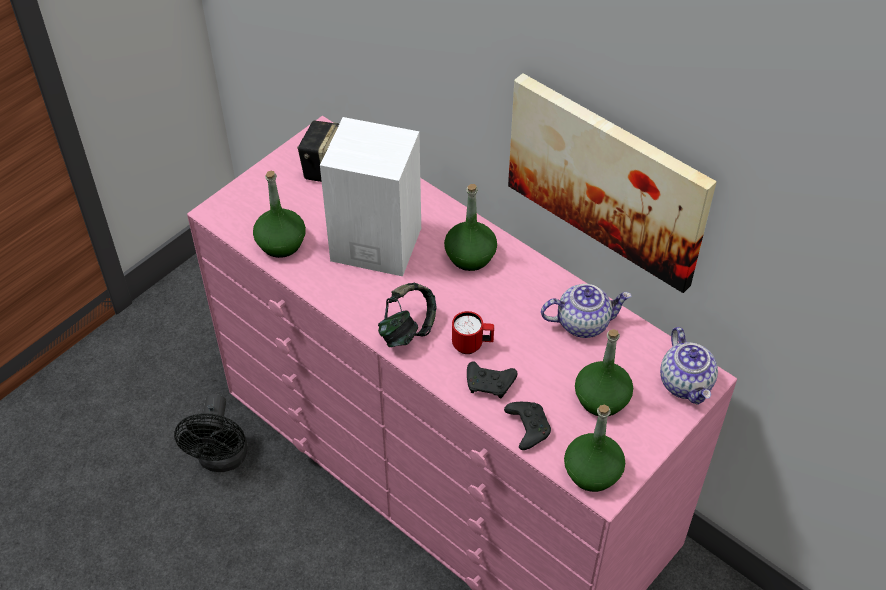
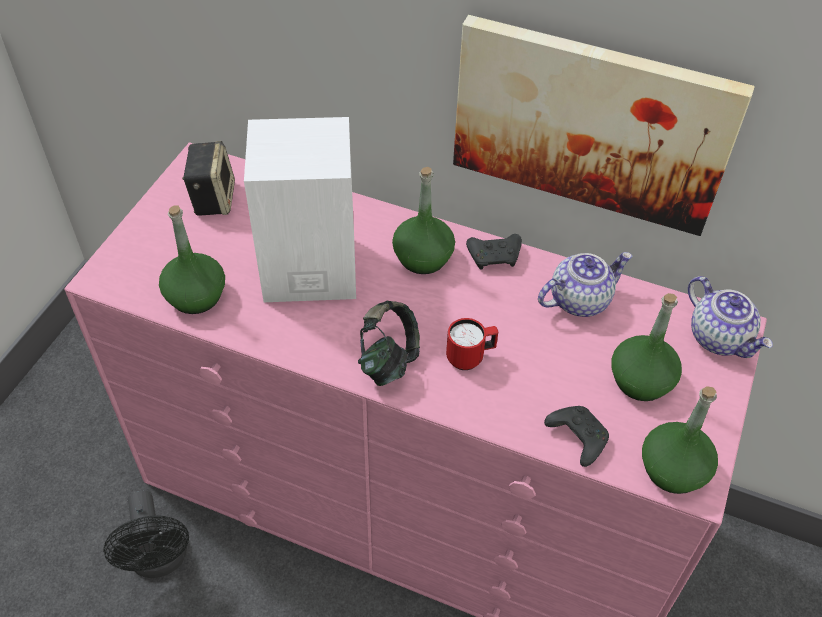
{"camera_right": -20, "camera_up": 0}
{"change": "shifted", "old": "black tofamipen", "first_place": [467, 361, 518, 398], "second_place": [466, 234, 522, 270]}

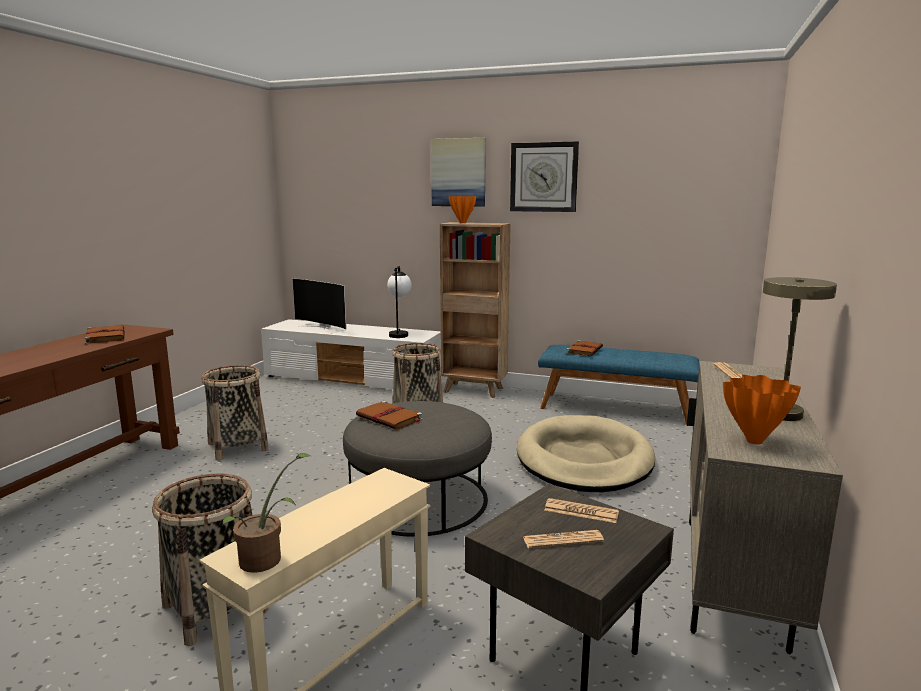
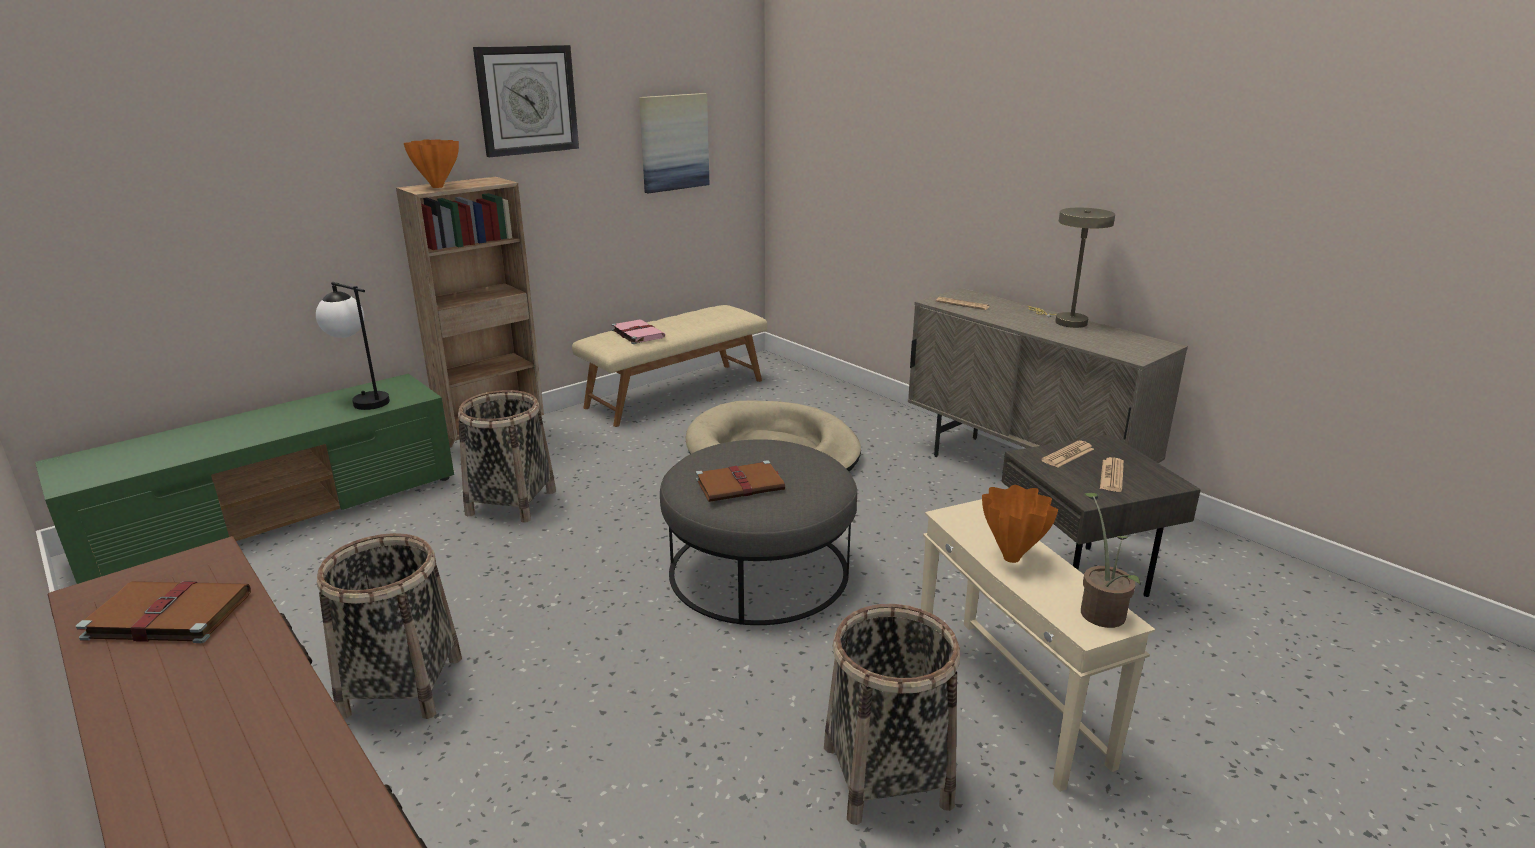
{"camera_right": -60, "camera_up": 10}
{"change": "gone", "old": "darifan", "first_place": [292, 278, 347, 333]}
{"change": "shifted", "old": "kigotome", "first_place": [431, 138, 486, 207], "second_place": [639, 93, 710, 193]}
{"change": "shifted", "old": "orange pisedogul", "first_place": [723, 375, 801, 445], "second_place": [982, 485, 1058, 563]}
{"change": "repainted", "old": "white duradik", "new": "green duradik", "first_place": [261, 319, 443, 389], "second_place": [35, 374, 454, 584]}
{"change": "repainted", "old": "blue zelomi", "new": "beige zelomi", "first_place": [538, 345, 699, 425], "second_place": [572, 305, 767, 427]}
{"change": "repainted", "old": "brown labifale", "new": "pink labifale", "first_place": [566, 340, 603, 356], "second_place": [612, 319, 665, 344]}

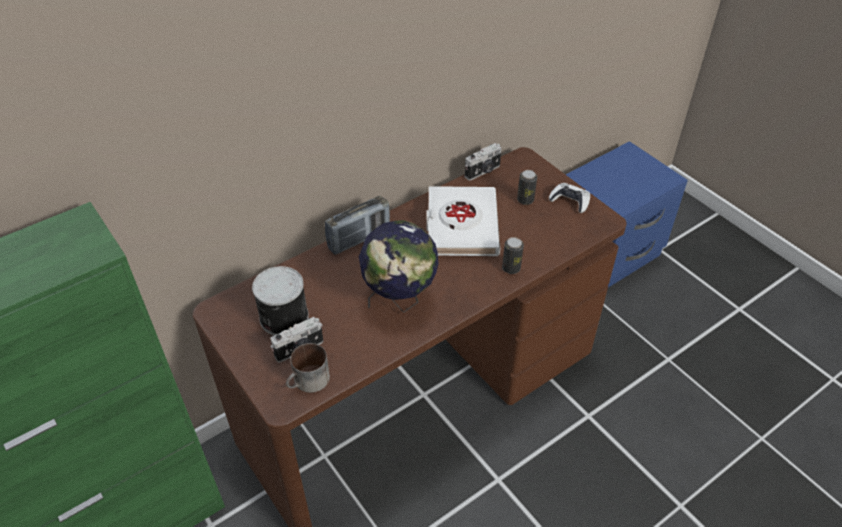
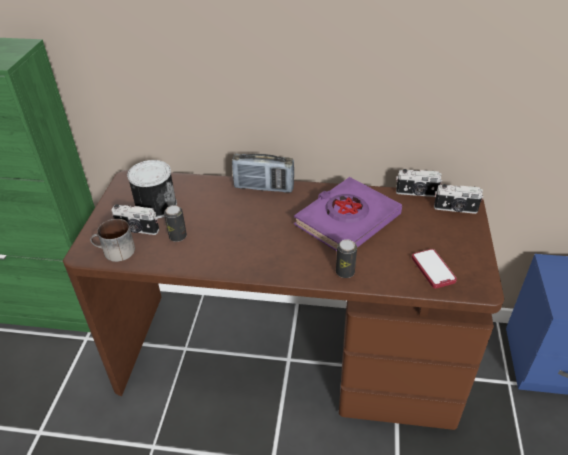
{"camera_right": 45, "camera_up": -5}
{"change": "gone", "old": "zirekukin", "first_place": [359, 220, 438, 313]}
{"change": "gone", "old": "white tofamipen", "first_place": [549, 183, 590, 213]}
{"change": "new", "new": "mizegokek", "second_place": [412, 249, 457, 289]}
{"change": "new", "new": "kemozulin", "second_place": [434, 184, 483, 214]}
{"change": "shifted", "old": "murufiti", "first_place": [517, 170, 537, 205], "second_place": [164, 205, 187, 242]}
{"change": "repainted", "old": "white labifale", "new": "purple labifale", "first_place": [426, 186, 500, 256], "second_place": [294, 177, 402, 251]}

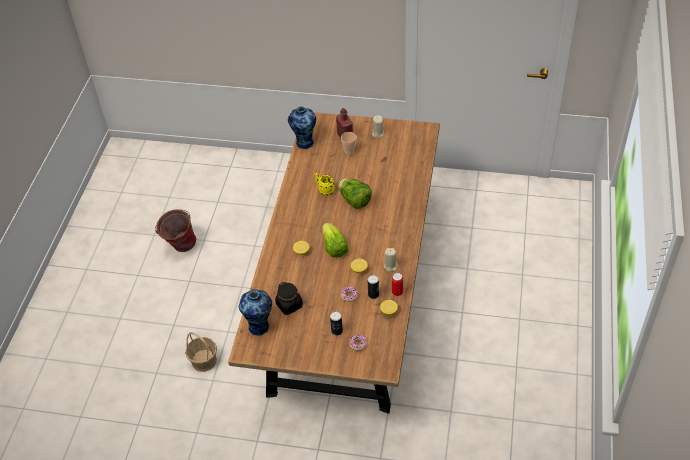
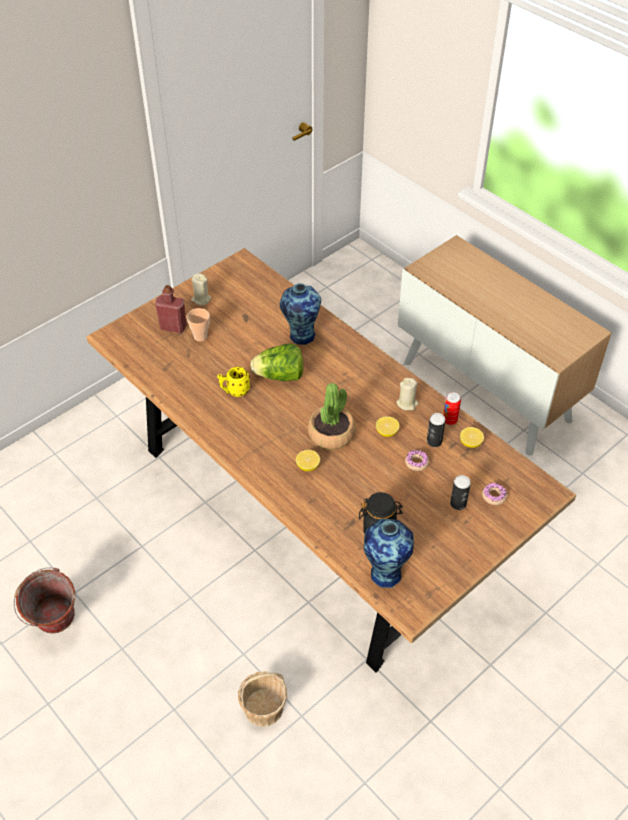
{"camera_right": -55, "camera_up": 0}
{"change": "new", "new": "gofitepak", "second_place": [398, 235, 612, 455]}
{"change": "shifted", "old": "pisedogul", "first_place": [288, 106, 316, 149], "second_place": [280, 283, 321, 345]}
{"change": "swapped", "old": "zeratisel", "new": "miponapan", "first_place": [323, 223, 349, 258], "second_place": [308, 383, 356, 450]}

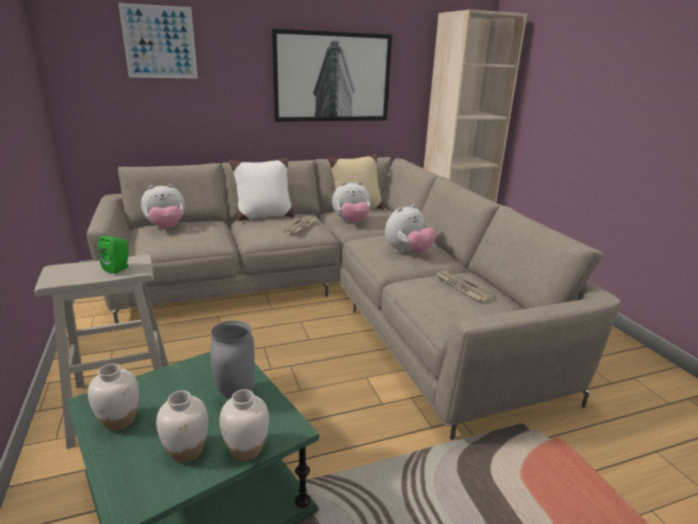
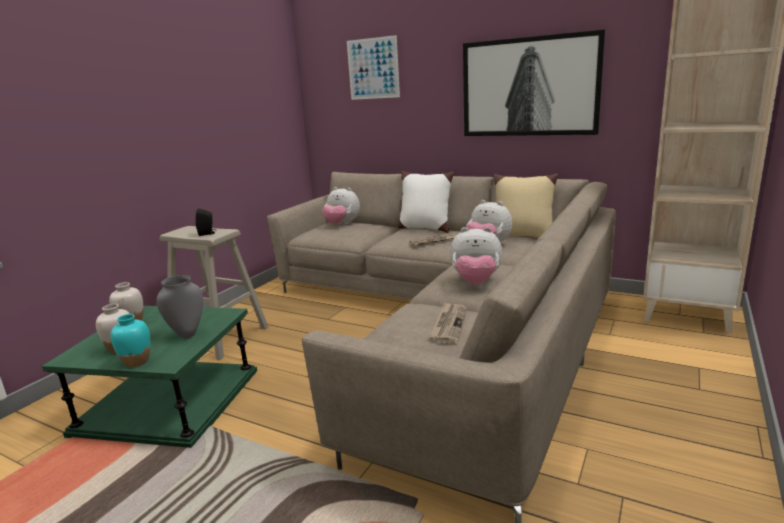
{"camera_right": 50, "camera_up": -5}
{"change": "repainted", "old": "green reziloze", "new": "black reziloze", "first_place": [98, 236, 129, 274], "second_place": [195, 208, 217, 236]}
{"change": "repainted", "old": "white pisedogul", "new": "turquoise pisedogul", "first_place": [219, 389, 269, 461], "second_place": [111, 314, 151, 367]}

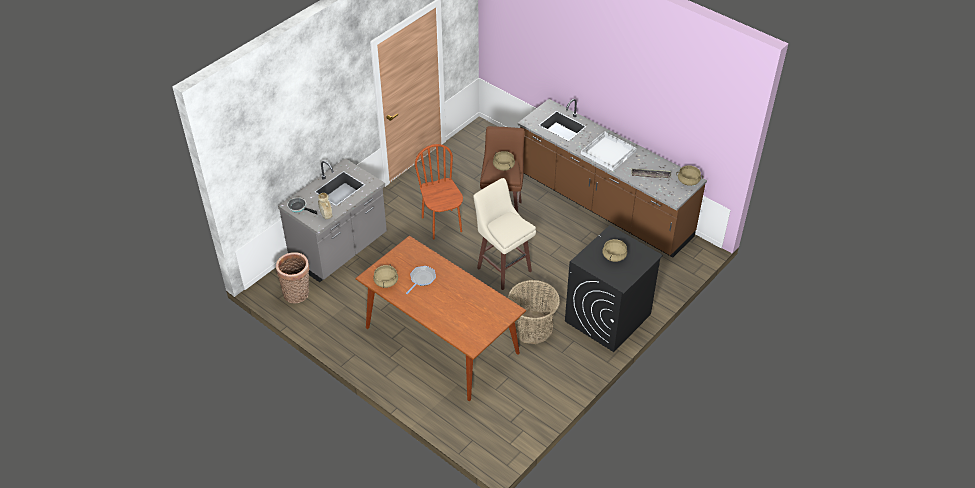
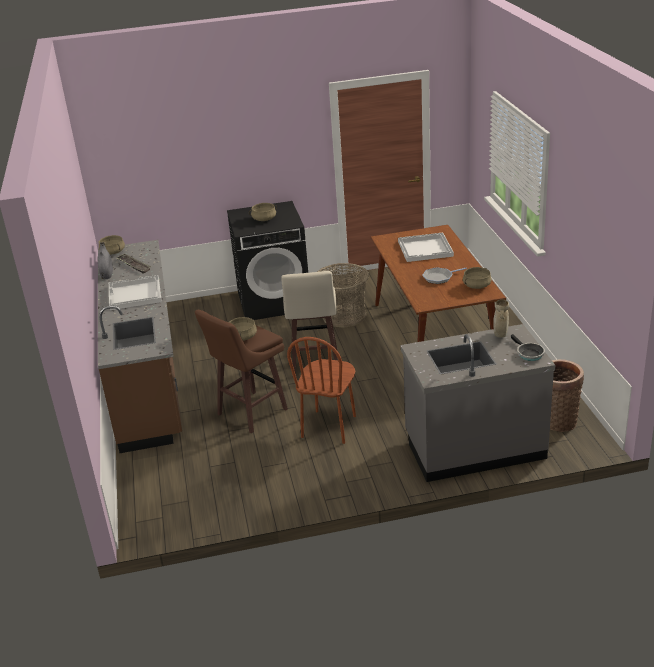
{"camera_right": -140, "camera_up": -15}
{"change": "new", "new": "grey pisedogul", "second_place": [98, 242, 113, 279]}
{"change": "new", "new": "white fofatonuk", "second_place": [398, 233, 454, 262]}

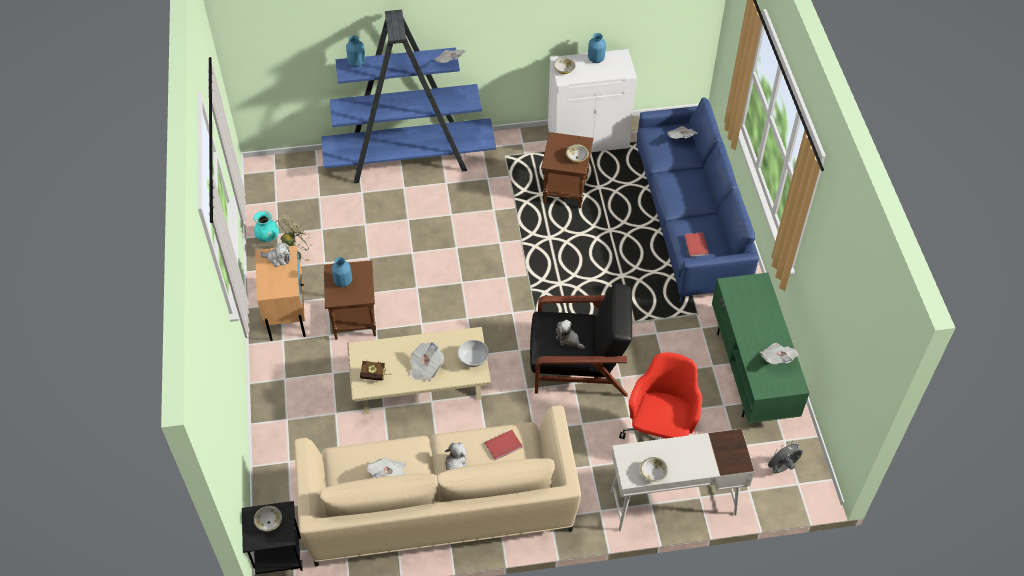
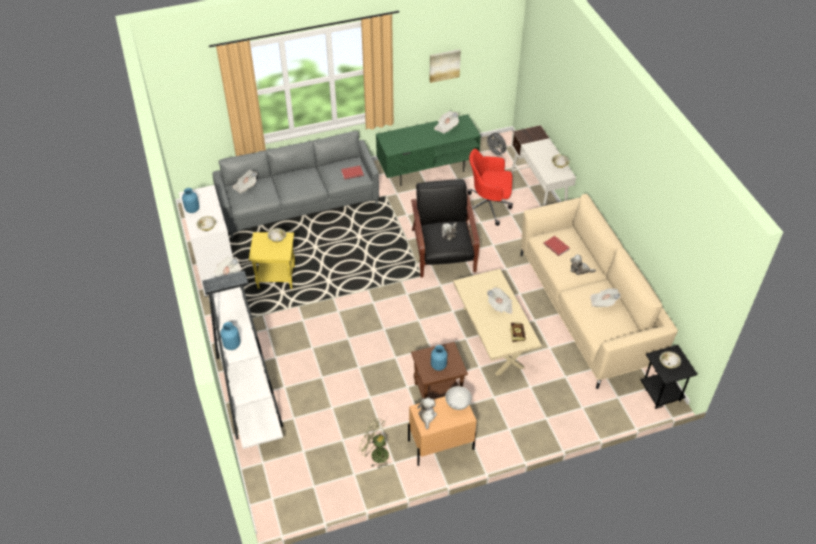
{"camera_right": -100, "camera_up": -5}
{"change": "gone", "old": "turquoise pisedogul", "first_place": [253, 211, 279, 242]}
{"change": "new", "new": "kigotome", "second_place": [429, 49, 461, 83]}
{"change": "shifted", "old": "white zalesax", "first_place": [458, 340, 489, 367], "second_place": [445, 386, 472, 410]}
{"change": "repainted", "old": "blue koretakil", "new": "white koretakil", "first_place": [321, 10, 496, 183], "second_place": [202, 271, 283, 449]}
{"change": "repainted", "old": "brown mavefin", "new": "yellow mavefin", "first_place": [541, 132, 593, 208], "second_place": [249, 232, 295, 289]}
{"change": "repainted", "old": "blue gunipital", "new": "grey gunipital", "first_place": [637, 98, 759, 303], "second_place": [213, 131, 379, 238]}

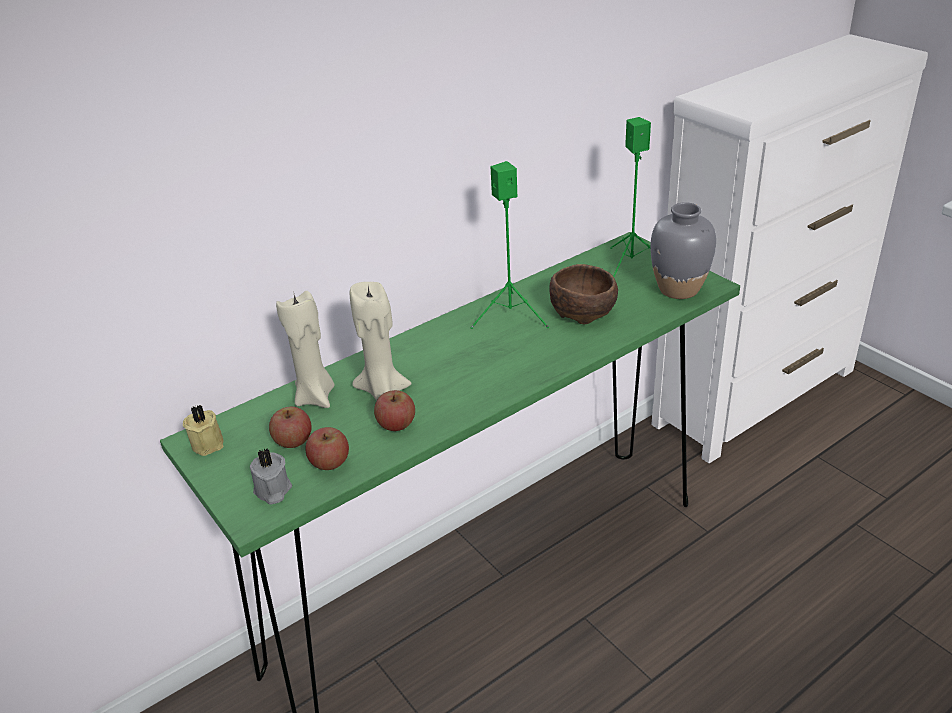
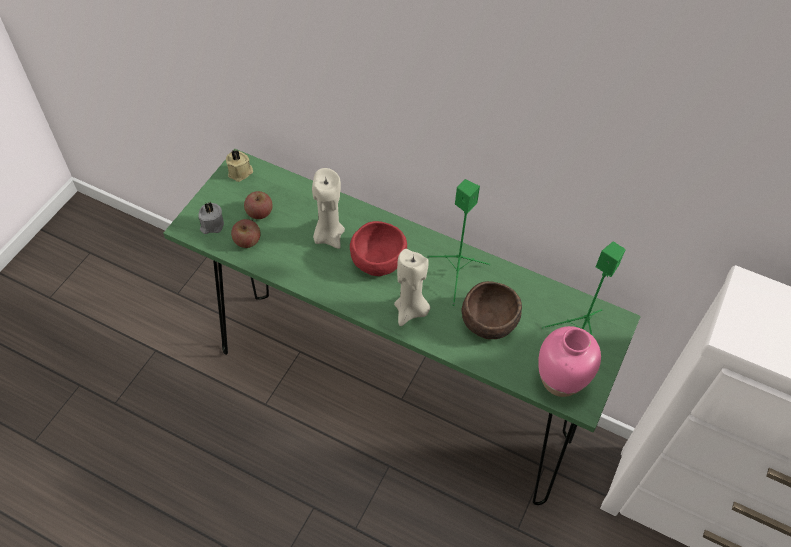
{"camera_right": 60, "camera_up": 20}
{"change": "gone", "old": "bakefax", "first_place": [374, 390, 415, 431]}
{"change": "new", "new": "red zalesax", "second_place": [350, 221, 407, 276]}
{"change": "shifted", "old": "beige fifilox", "first_place": [276, 291, 335, 408], "second_place": [394, 249, 430, 326]}
{"change": "repainted", "old": "grey pisedogul", "new": "pink pisedogul", "first_place": [650, 202, 716, 299], "second_place": [538, 326, 601, 397]}

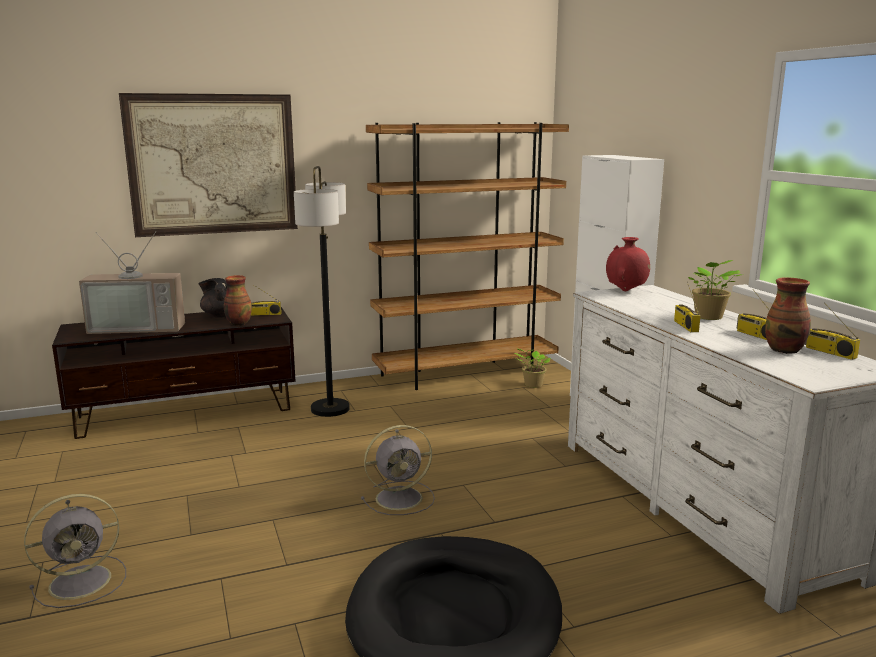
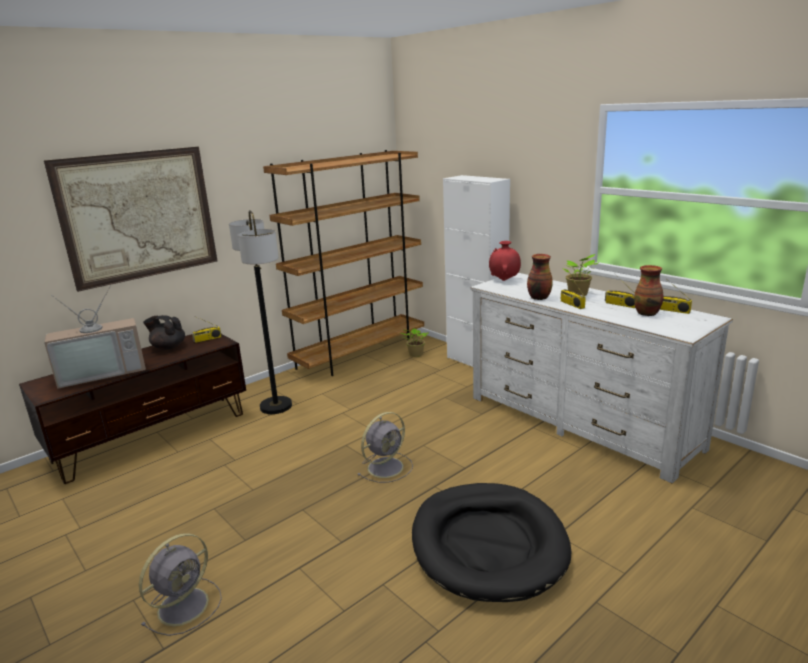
{"camera_right": -20, "camera_up": 5}
{"change": "shifted", "old": "pisedogul", "first_place": [224, 275, 252, 326], "second_place": [527, 254, 553, 300]}

